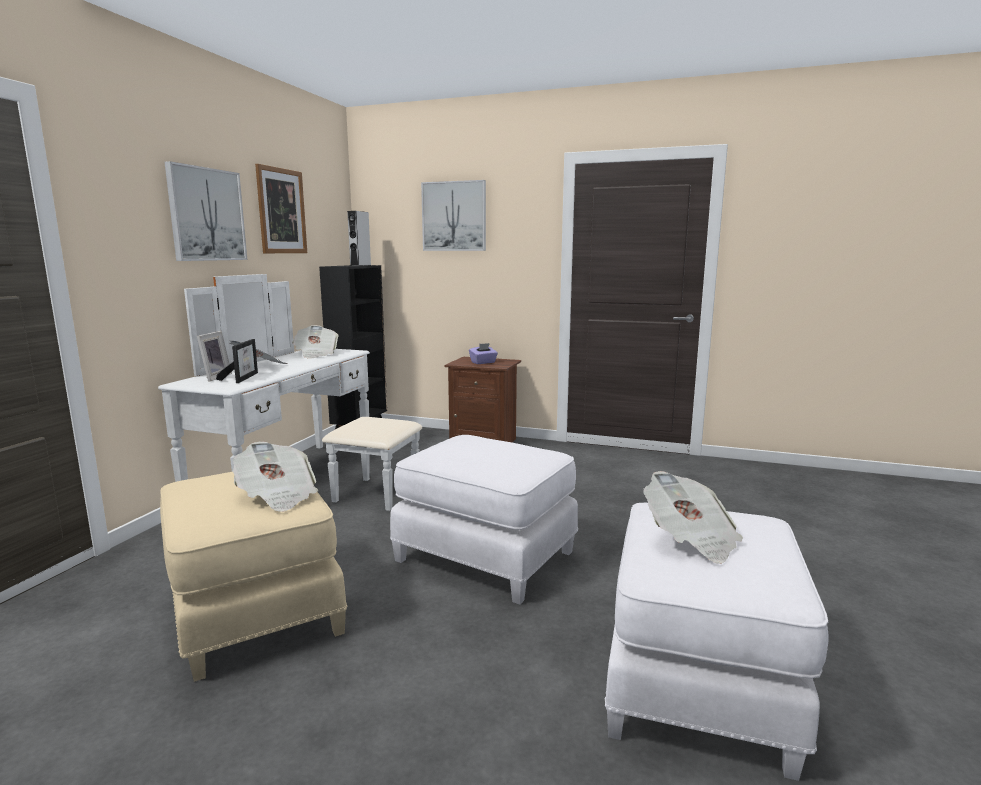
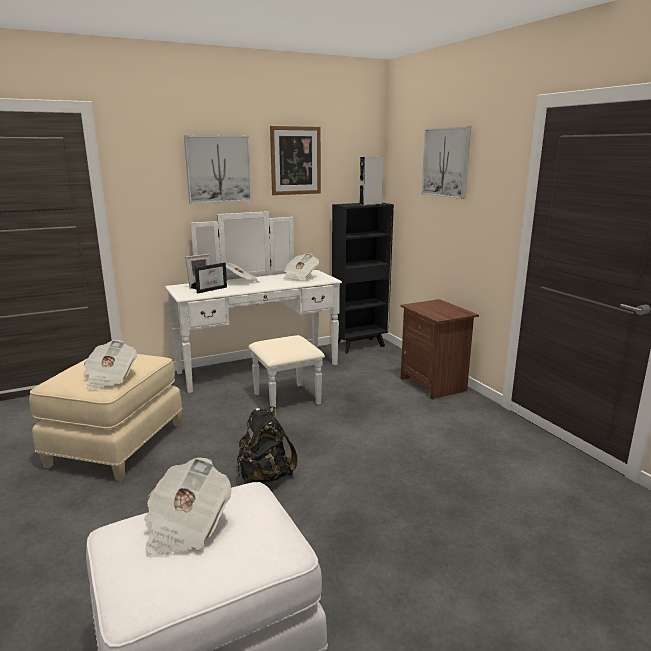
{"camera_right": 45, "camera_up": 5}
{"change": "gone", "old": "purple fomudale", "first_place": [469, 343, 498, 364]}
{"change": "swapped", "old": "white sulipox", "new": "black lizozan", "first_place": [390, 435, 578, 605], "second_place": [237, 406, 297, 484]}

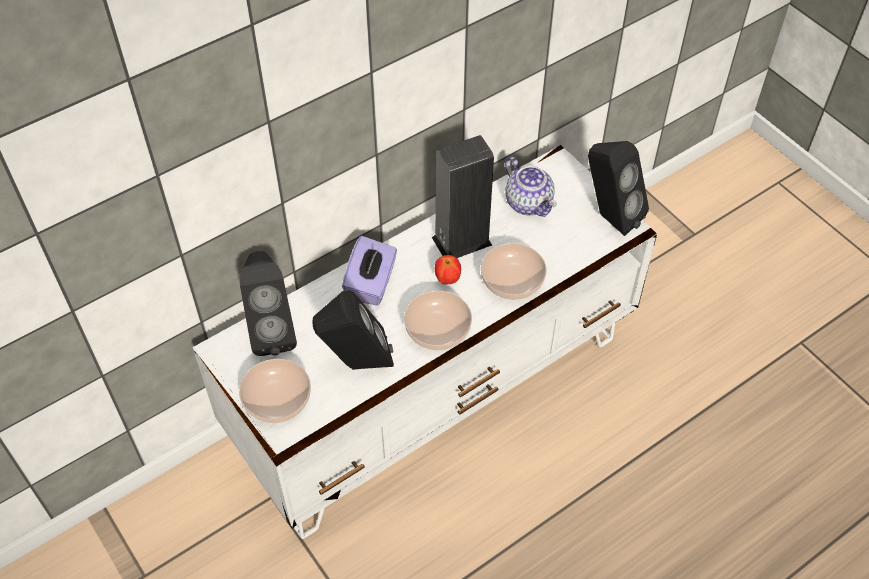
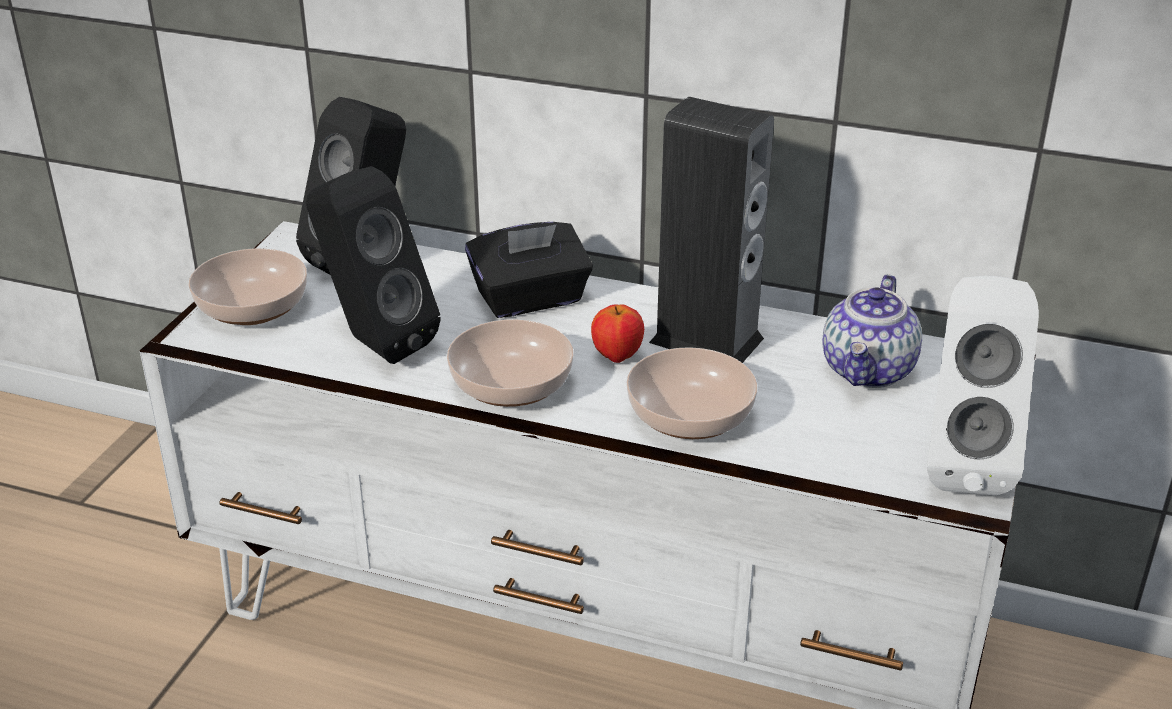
{"camera_right": 55, "camera_up": -20}
{"change": "repainted", "old": "purple fomudale", "new": "black fomudale", "first_place": [342, 236, 397, 306], "second_place": [465, 222, 593, 318]}
{"change": "repainted", "old": "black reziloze", "new": "white reziloze", "first_place": [588, 141, 649, 236], "second_place": [927, 276, 1039, 495]}

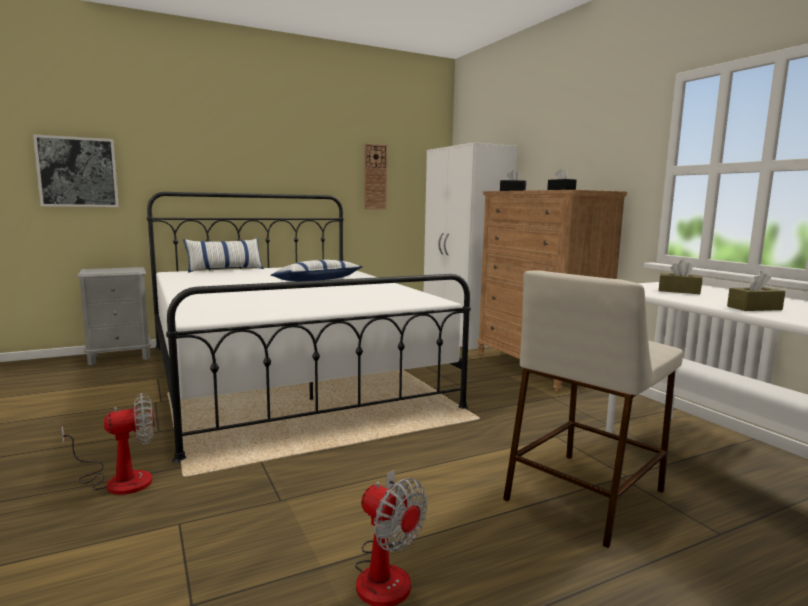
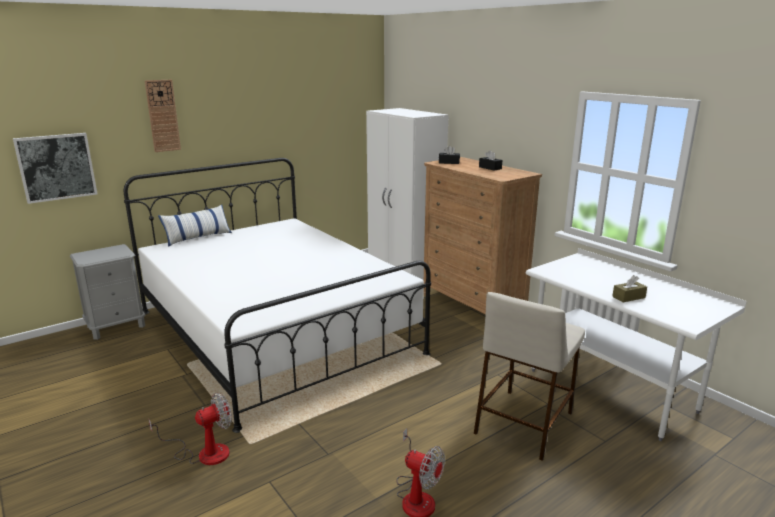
{"camera_right": -10, "camera_up": 10}
{"change": "gone", "old": "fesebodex", "first_place": [271, 260, 363, 282]}
{"change": "gone", "old": "brown fomudale", "first_place": [659, 260, 702, 294]}
{"change": "shifted", "old": "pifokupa", "first_place": [364, 144, 387, 210], "second_place": [145, 80, 181, 152]}

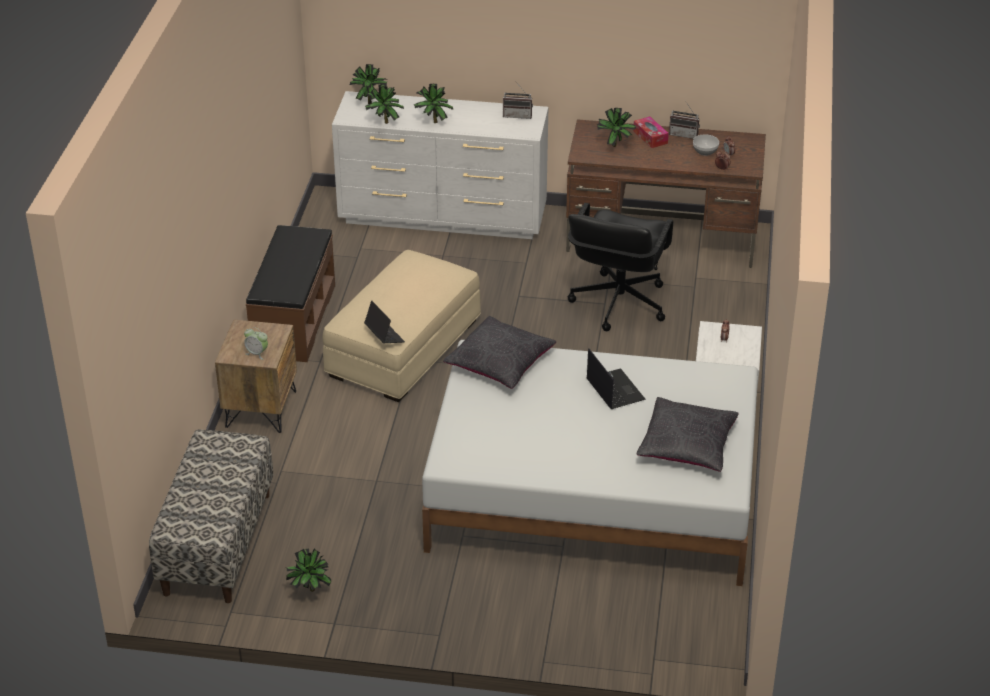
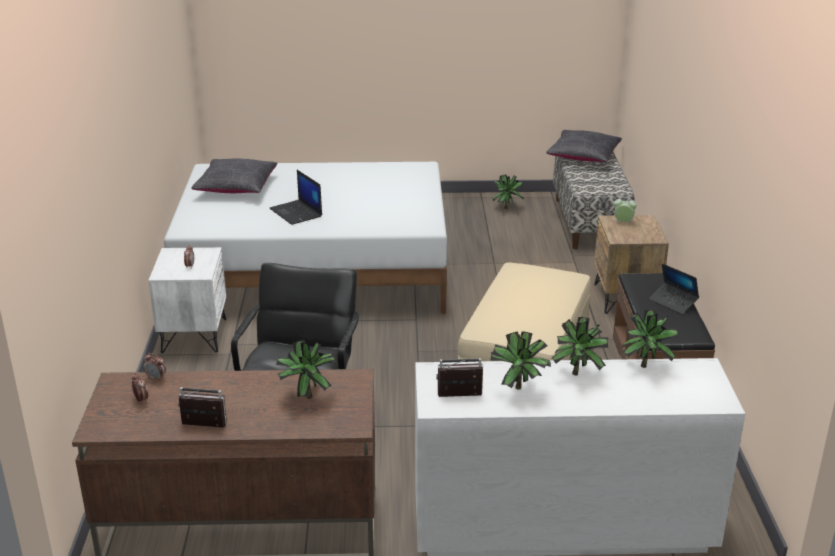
{"camera_right": 170, "camera_up": -10}
{"change": "gone", "old": "fomudale", "first_place": [633, 116, 669, 148]}
{"change": "gone", "old": "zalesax", "first_place": [693, 134, 719, 156]}
{"change": "shifted", "old": "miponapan", "first_place": [350, 64, 387, 104], "second_place": [490, 331, 551, 390]}
{"change": "shifted", "old": "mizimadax", "first_place": [364, 301, 405, 343], "second_place": [649, 263, 699, 314]}
{"change": "shifted", "old": "black fesebodex", "first_place": [443, 316, 557, 389], "second_place": [546, 130, 622, 162]}

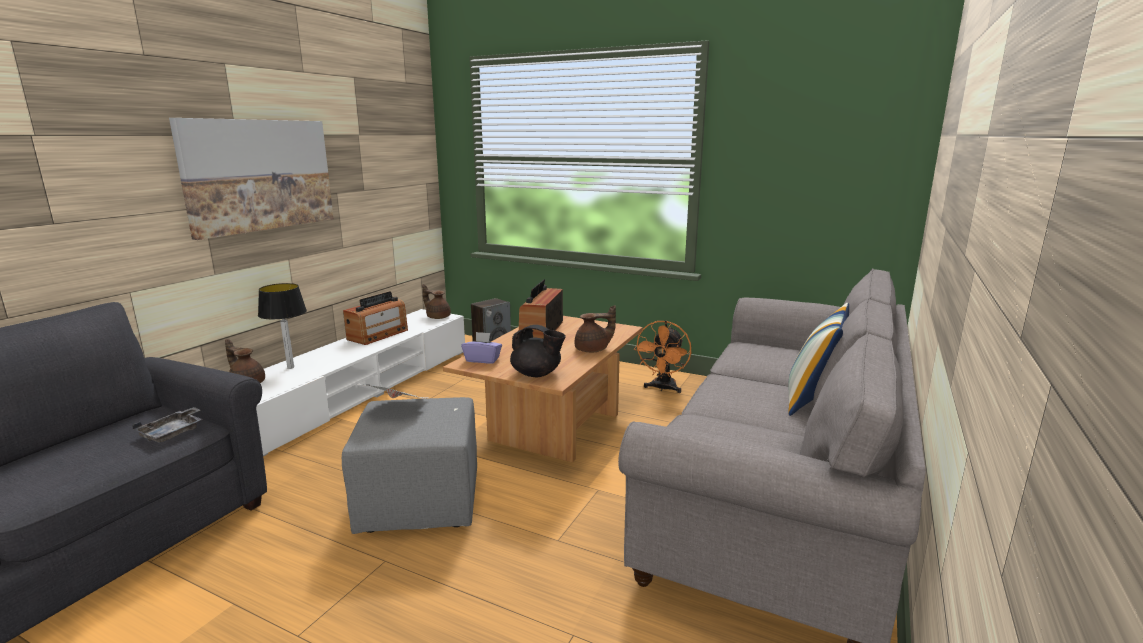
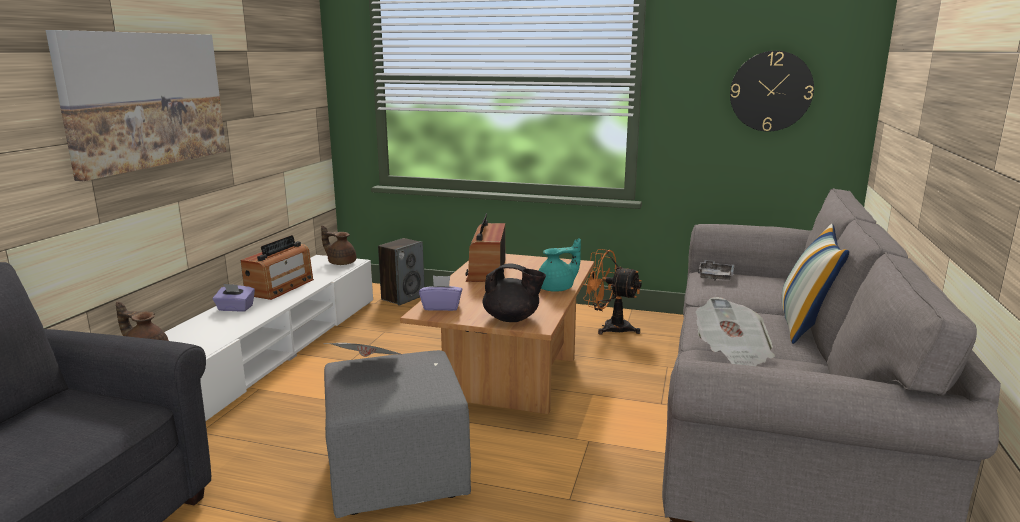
{"camera_right": -10, "camera_up": 0}
{"change": "gone", "old": "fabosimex", "first_place": [258, 283, 307, 369]}
{"change": "new", "new": "purple fomudale", "second_place": [213, 284, 255, 312]}
{"change": "new", "new": "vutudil", "second_place": [696, 297, 775, 366]}
{"change": "new", "new": "pifokupa", "second_place": [730, 51, 814, 132]}
{"change": "shifted", "old": "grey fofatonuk", "first_place": [132, 407, 203, 442], "second_place": [698, 260, 735, 281]}
{"change": "repainted", "old": "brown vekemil", "new": "turquoise vekemil", "first_place": [574, 305, 616, 352], "second_place": [539, 238, 581, 292]}
{"change": "rotated", "old": "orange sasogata", "first_place": [634, 320, 691, 393], "second_place": [583, 249, 642, 335], "degrees": 105}

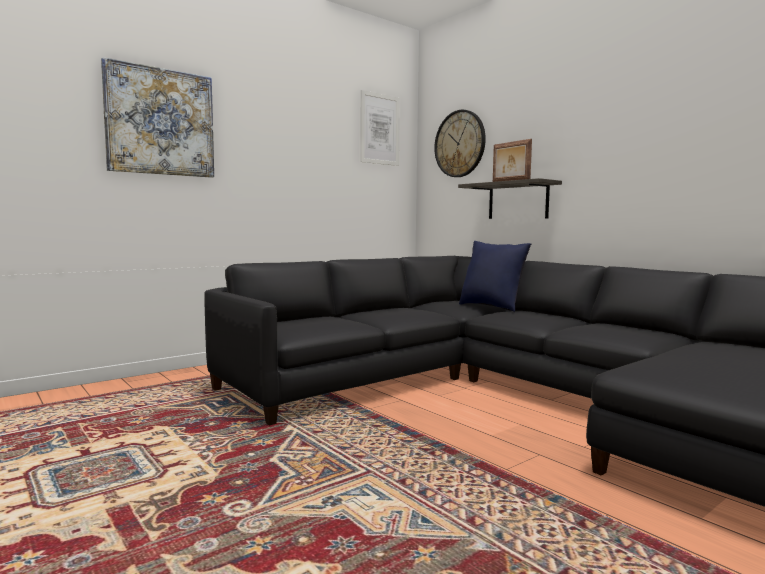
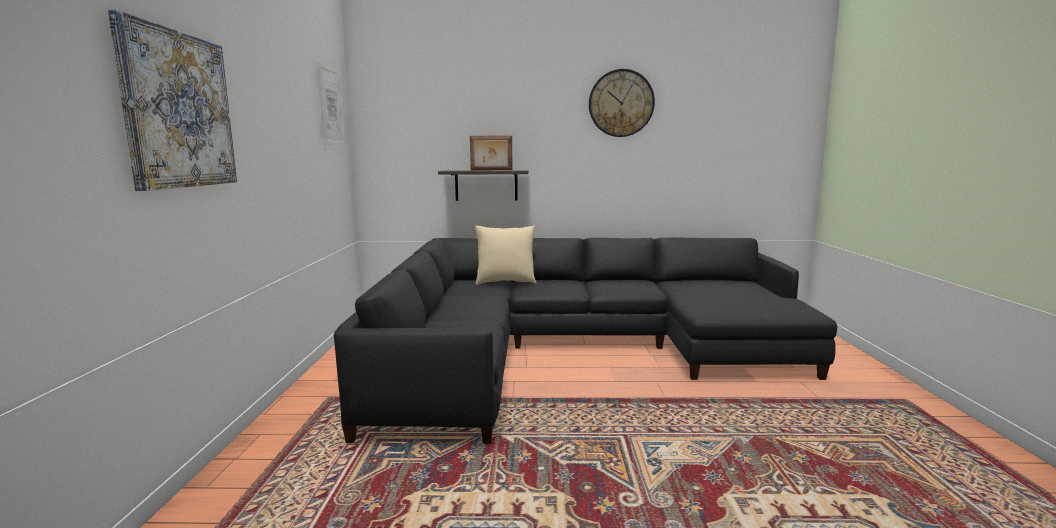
{"camera_right": -50, "camera_up": 5}
{"change": "shifted", "old": "pifokupa", "first_place": [434, 110, 486, 177], "second_place": [589, 69, 655, 137]}
{"change": "repainted", "old": "blue fesebodex", "new": "beige fesebodex", "first_place": [459, 241, 531, 312], "second_place": [475, 226, 536, 285]}

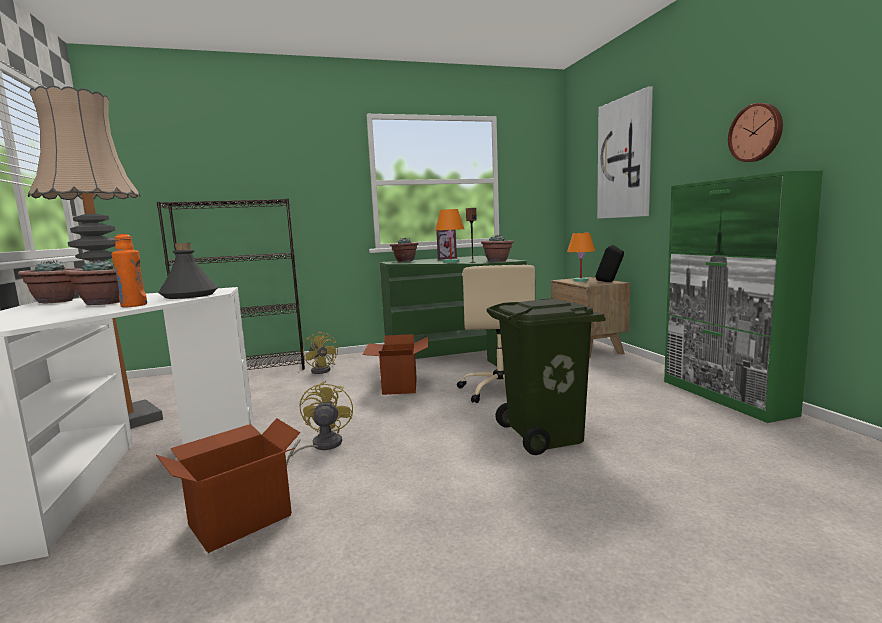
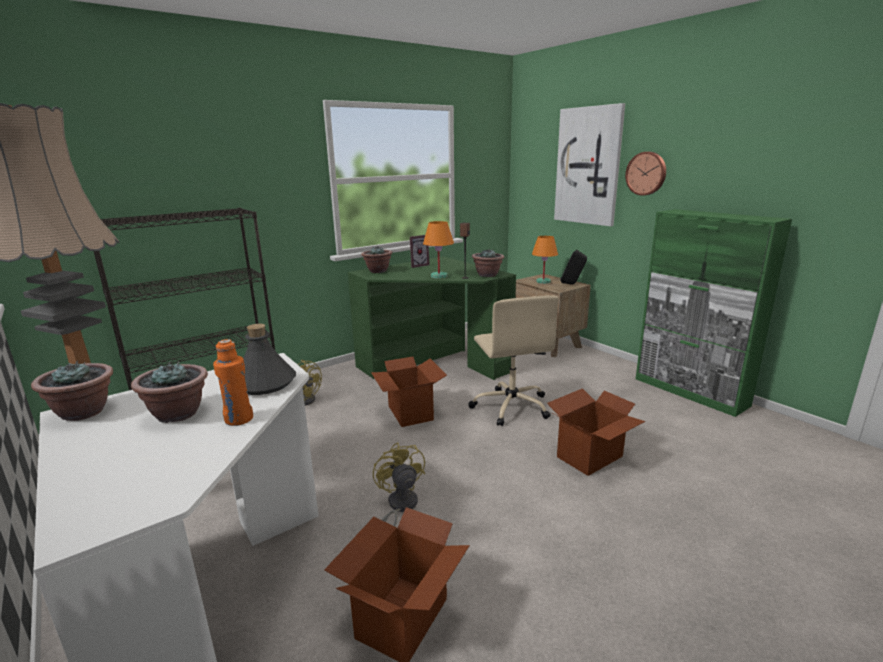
{"camera_right": -20, "camera_up": 10}
{"change": "shifted", "old": "pifokupa", "first_place": [728, 103, 783, 162], "second_place": [625, 152, 666, 196]}
{"change": "swapped", "old": "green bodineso", "new": "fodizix", "first_place": [487, 298, 606, 455], "second_place": [547, 388, 645, 476]}

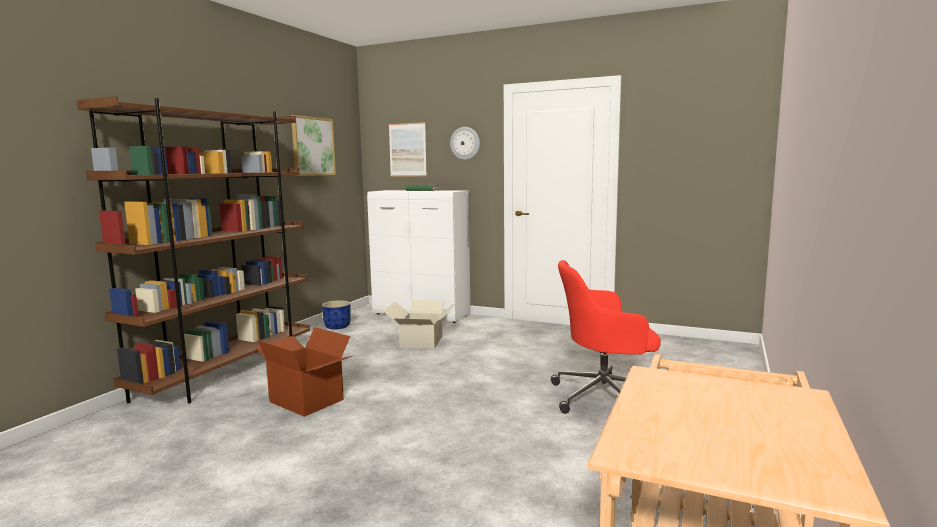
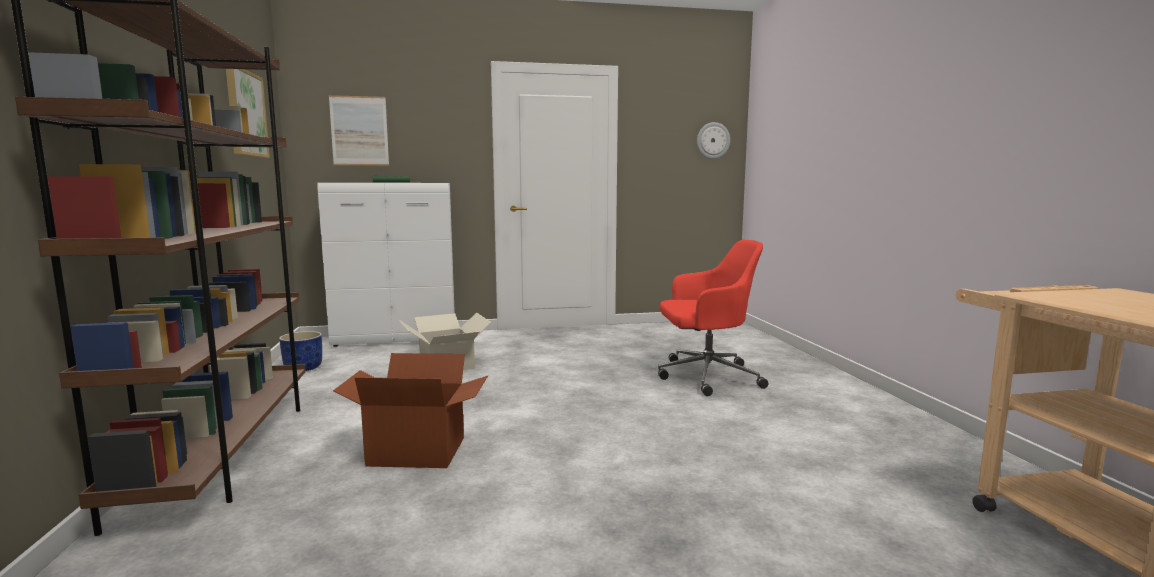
{"camera_right": -35, "camera_up": 0}
{"change": "shifted", "old": "pifokupa", "first_place": [450, 127, 480, 160], "second_place": [697, 122, 730, 159]}
{"change": "rotated", "old": "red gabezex", "first_place": [551, 260, 661, 414], "second_place": [658, 240, 769, 396], "degrees": -150}

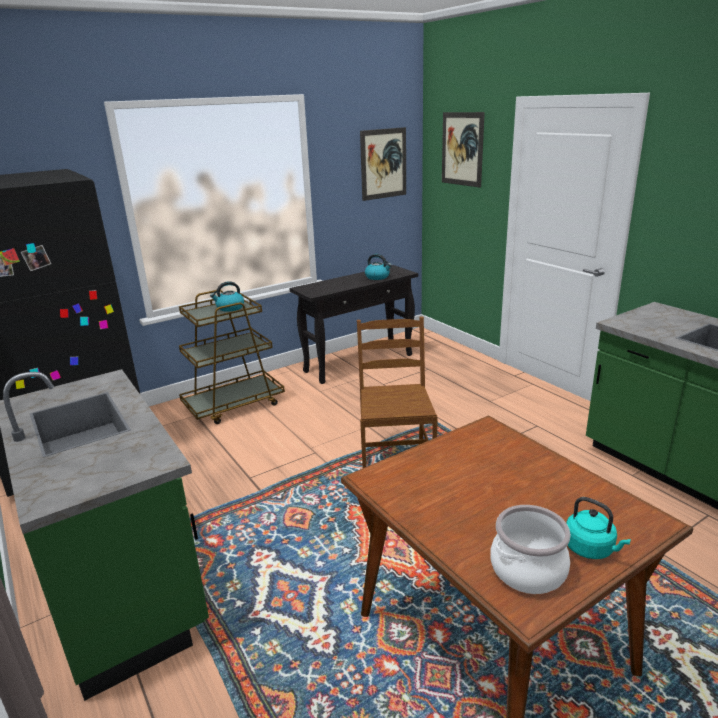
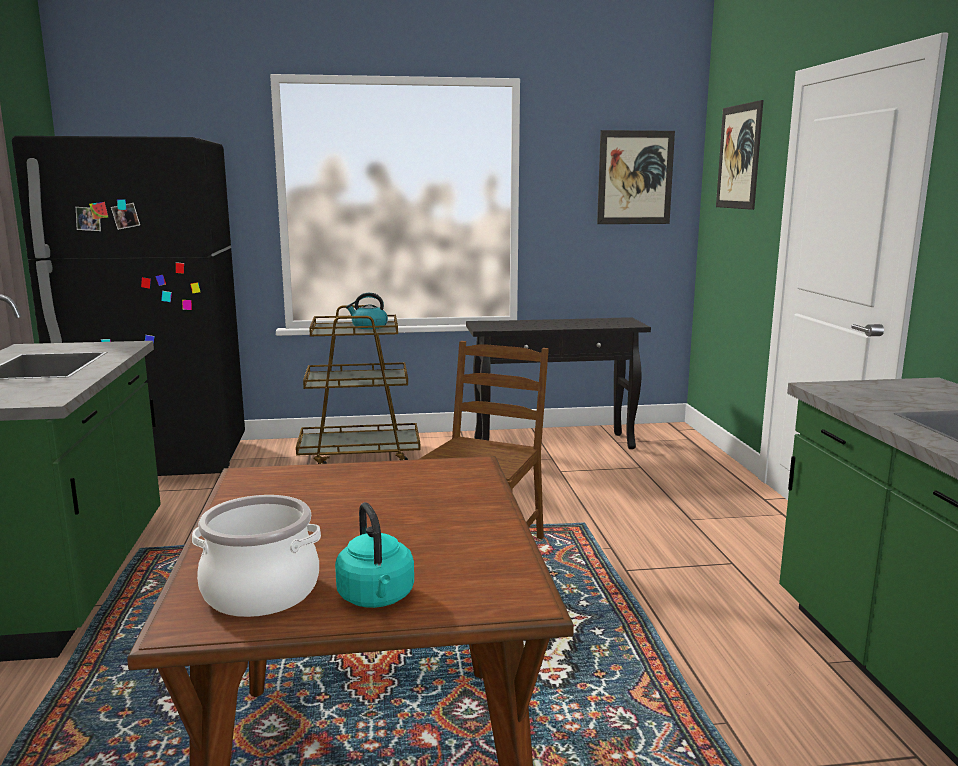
{"camera_right": 25, "camera_up": -10}
{"change": "gone", "old": "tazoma", "first_place": [365, 254, 392, 280]}

